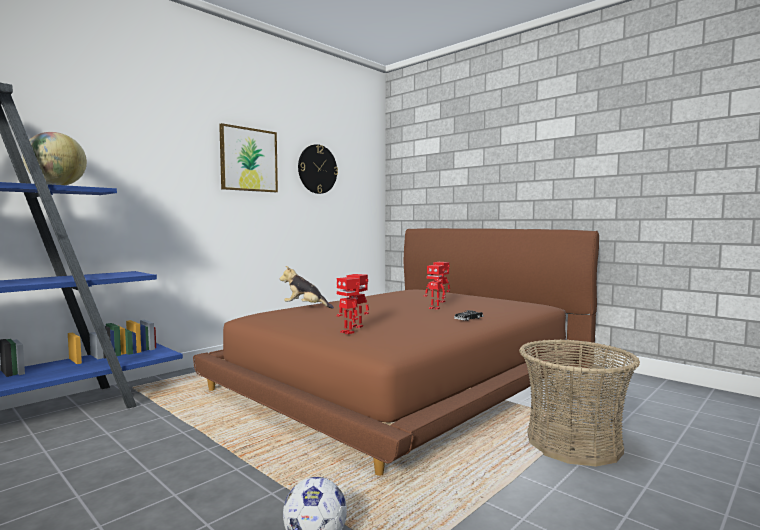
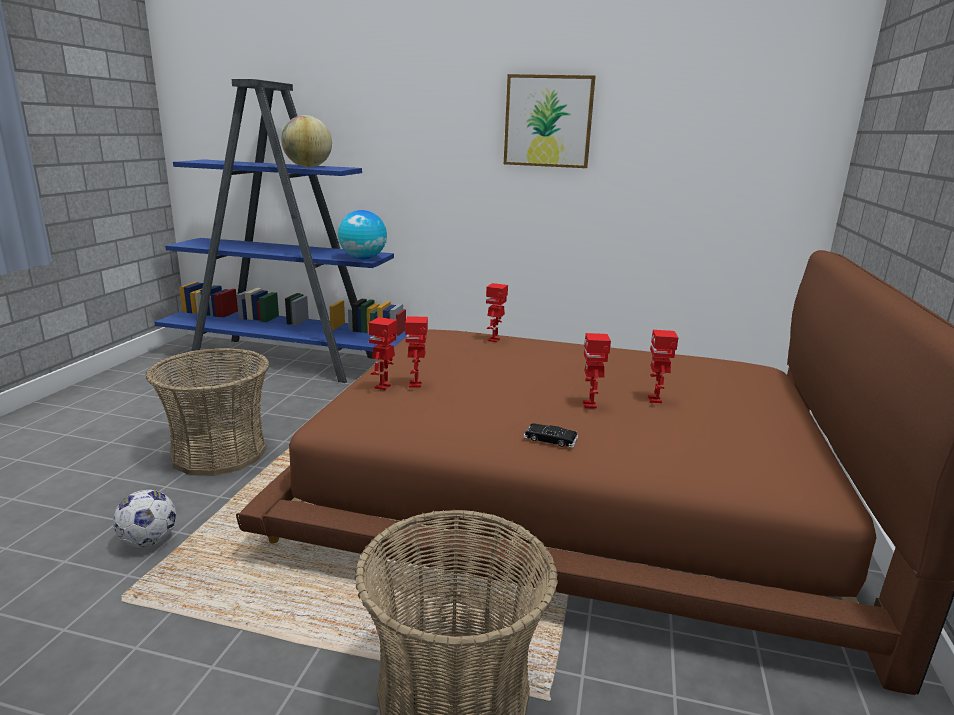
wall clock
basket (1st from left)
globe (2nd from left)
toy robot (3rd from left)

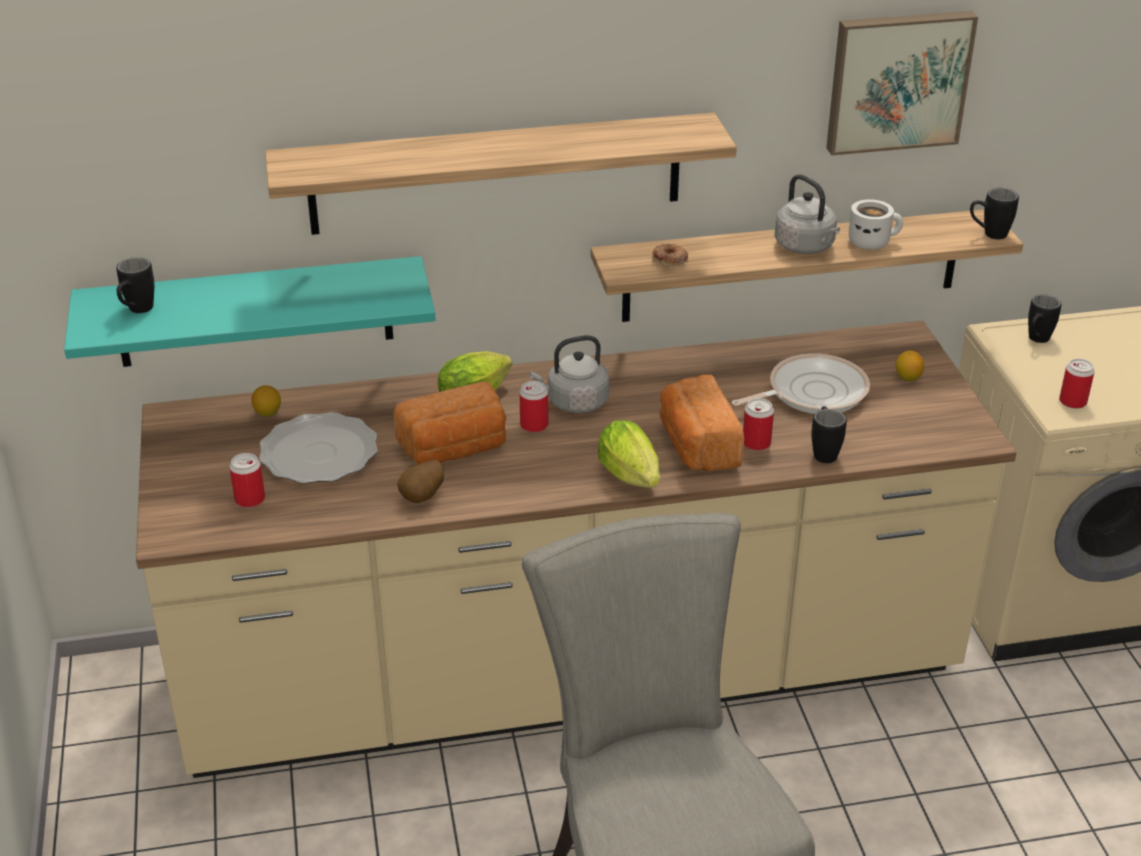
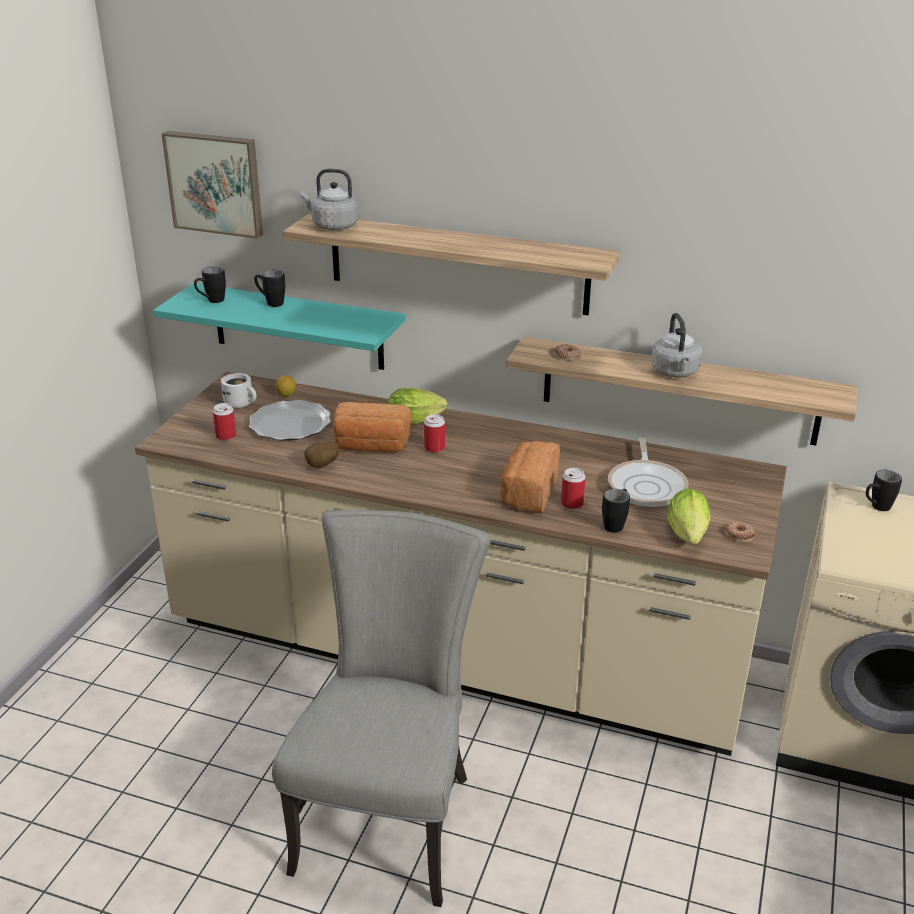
lemon (2nd from left in the first image)
can (4th from left in the first image)
donut (2nd from left)
kettle in grey (1st from left)
lettuce (2nd from left)
picture
mug in white
mug in black (2nd from left)
frying pan

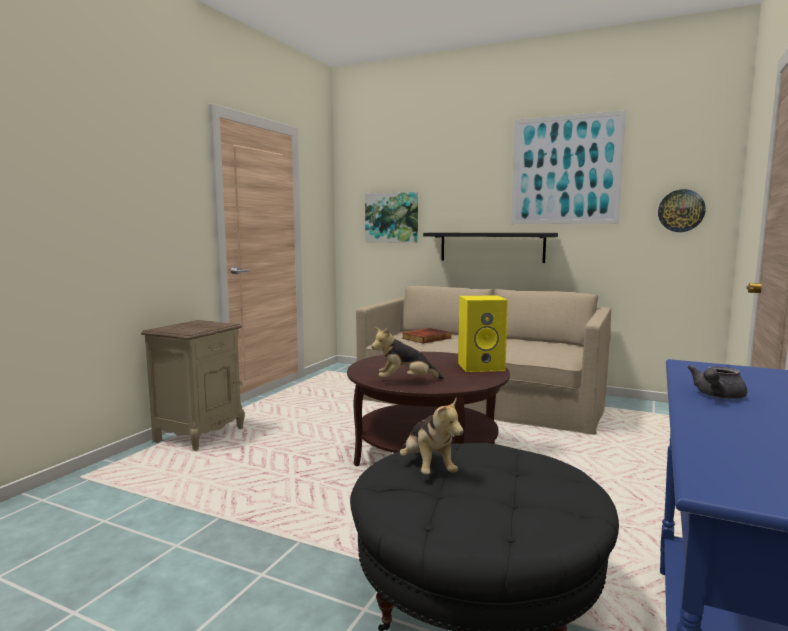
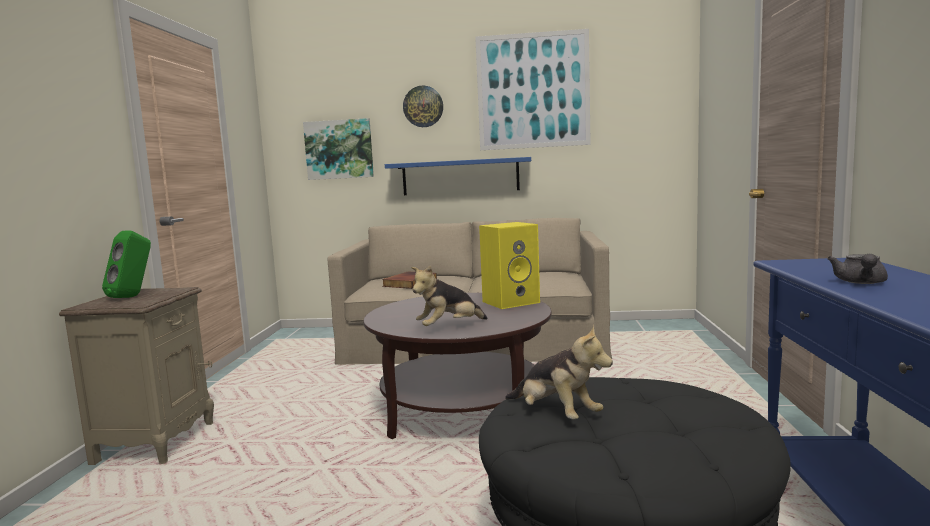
speaker in green
wall clock
shelf in blue

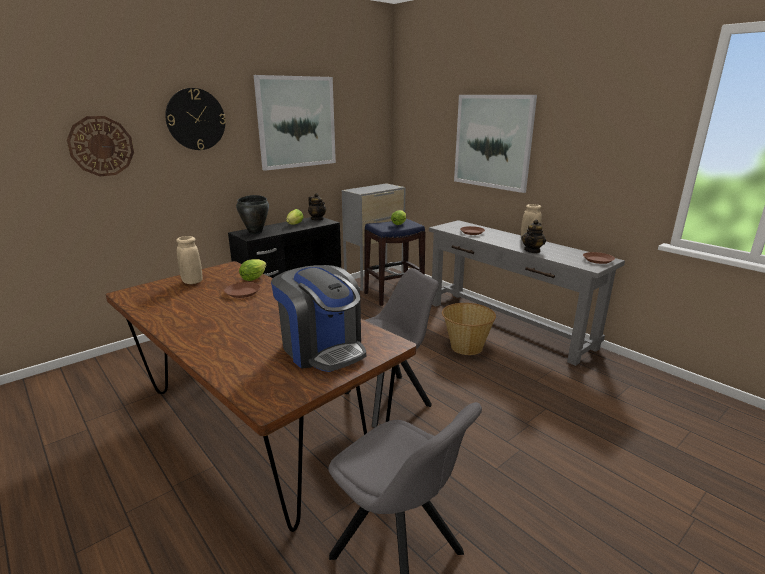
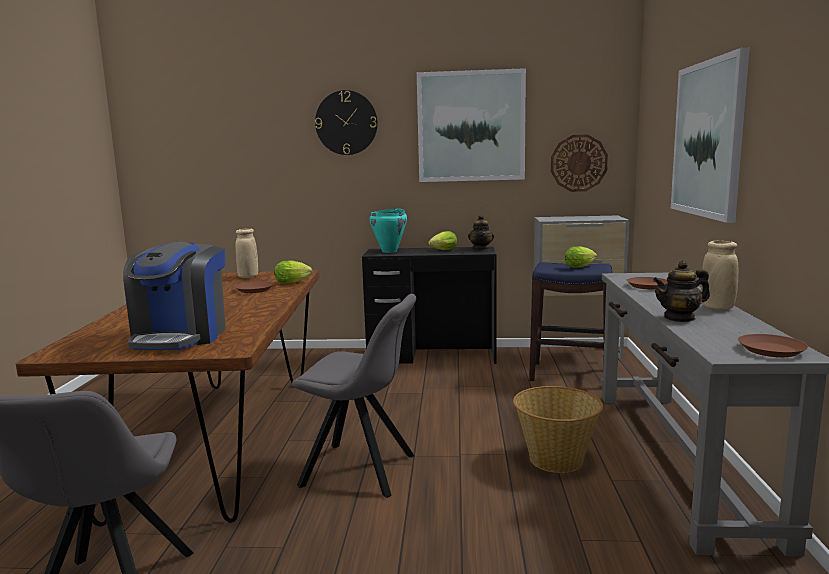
wall clock (2nd from left)
cooking pot in turquoise

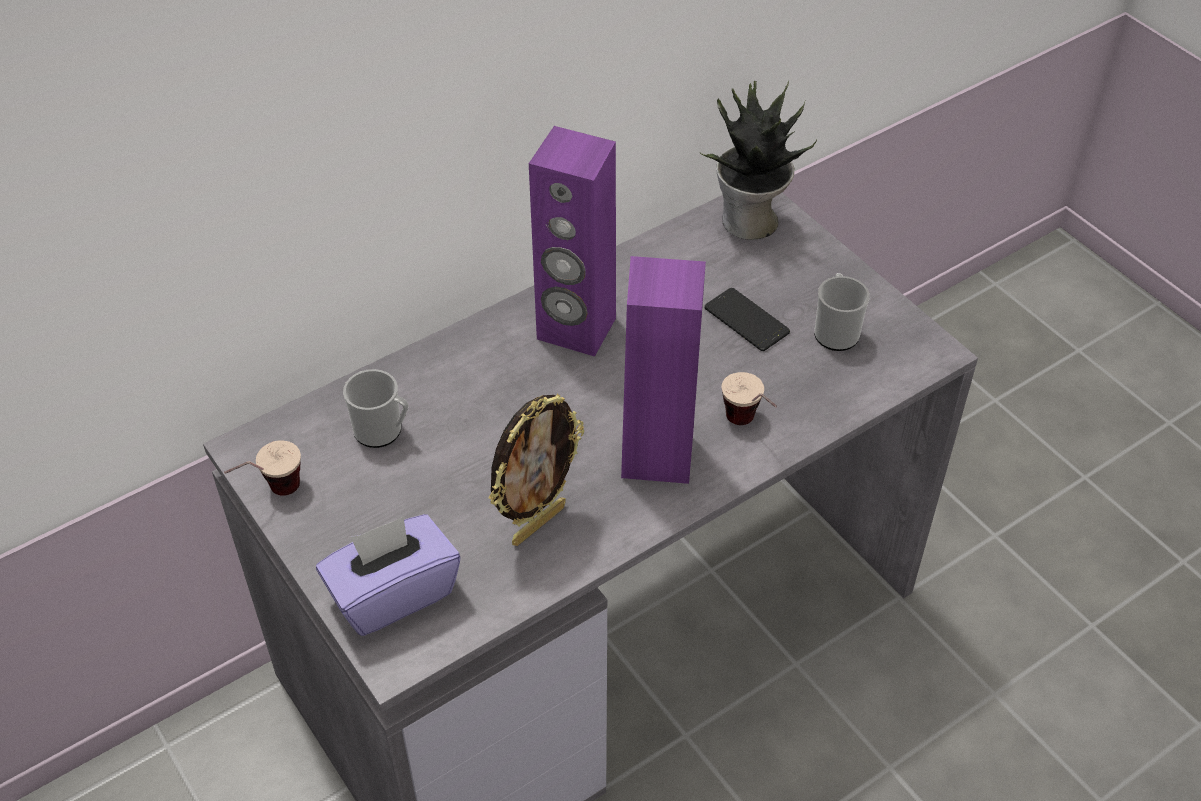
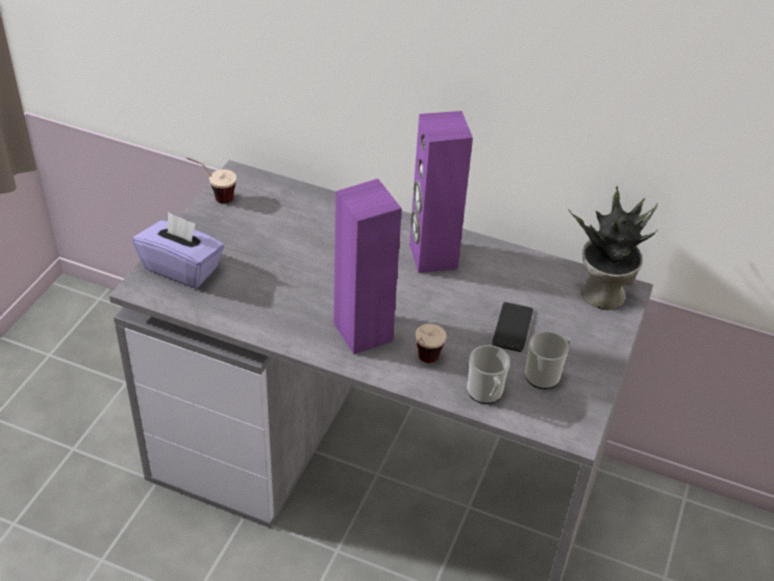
picture frame
mug (1st from left)

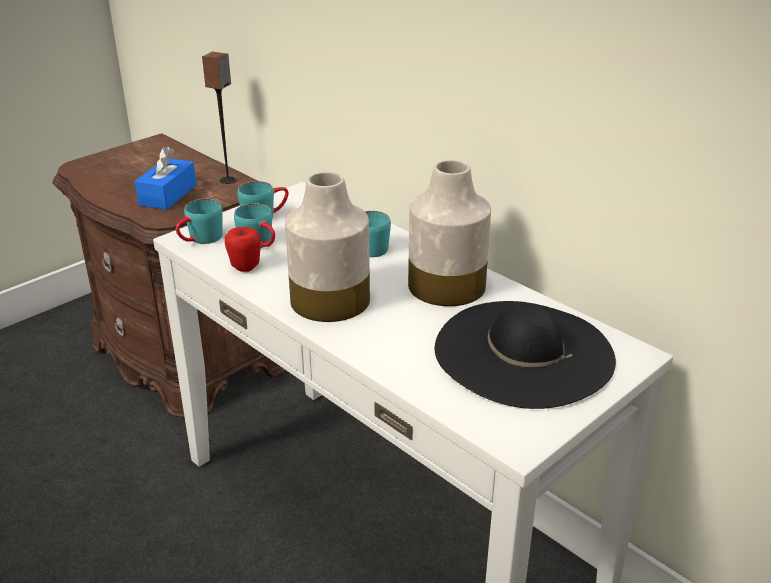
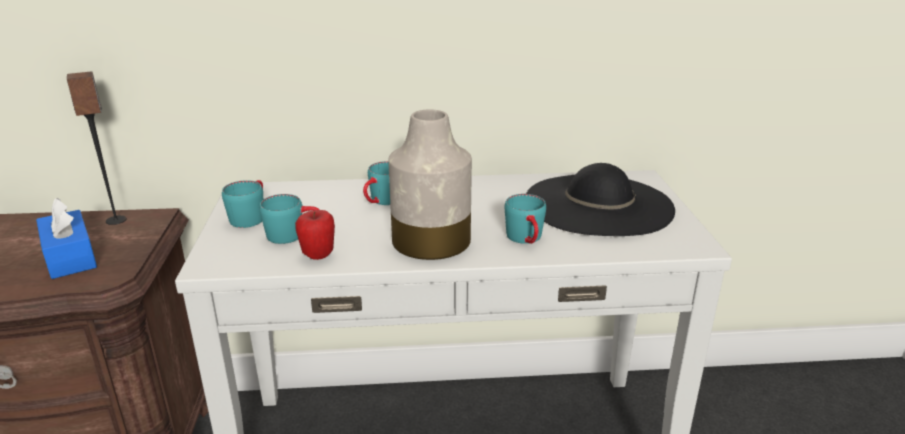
vase in beige (2nd from left in the first image)
mug in turquoise (4th from left)

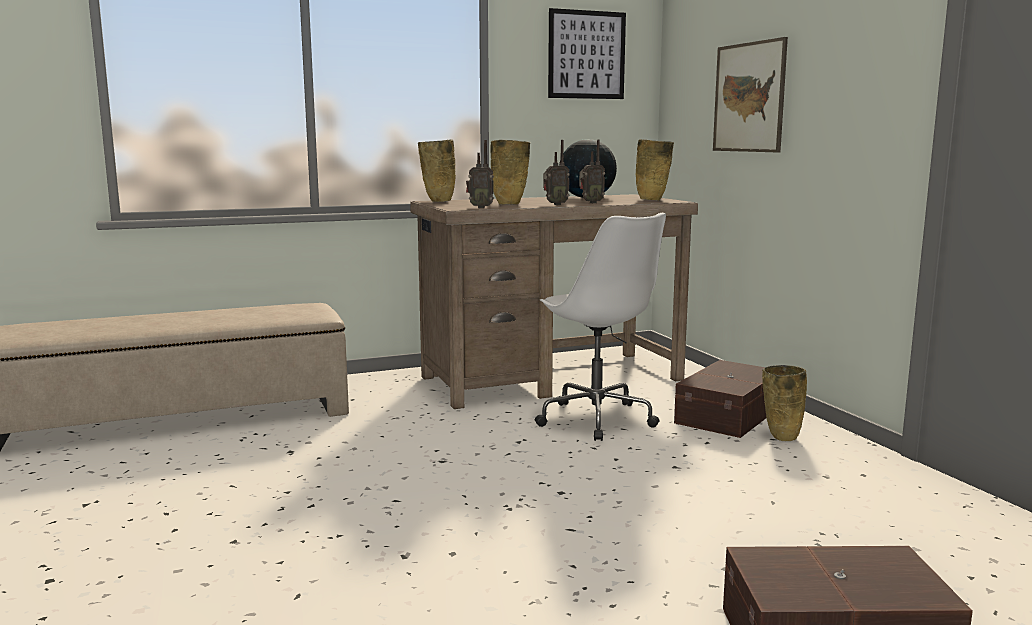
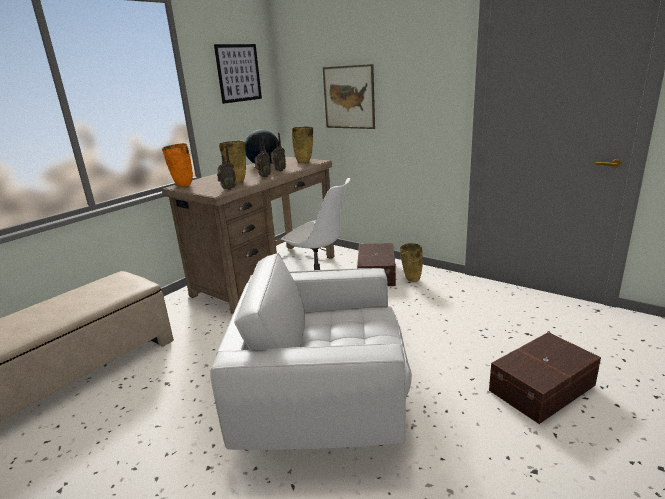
armchair in white
vase in orange

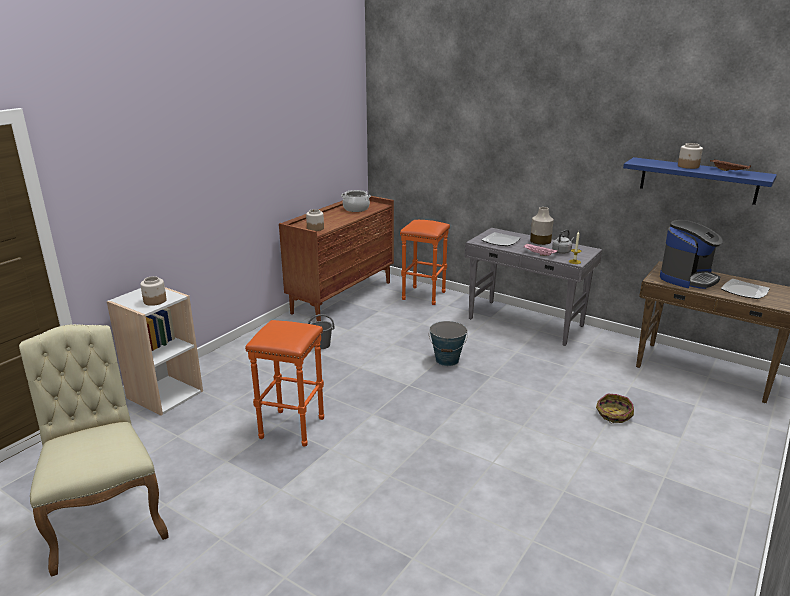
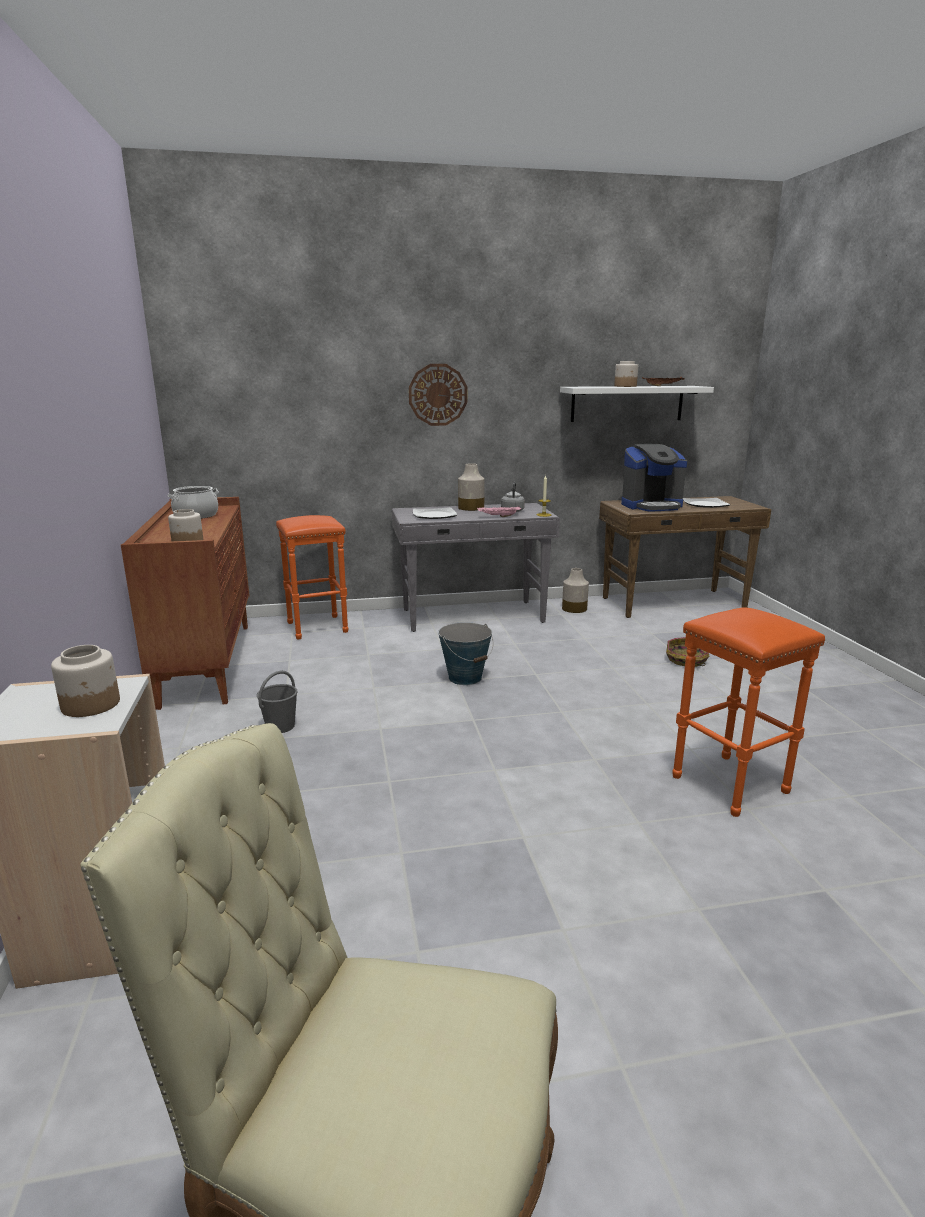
wall clock
vase in beige (2nd from left)
stool in orange (2nd from left)
shelf in white
coffee machine

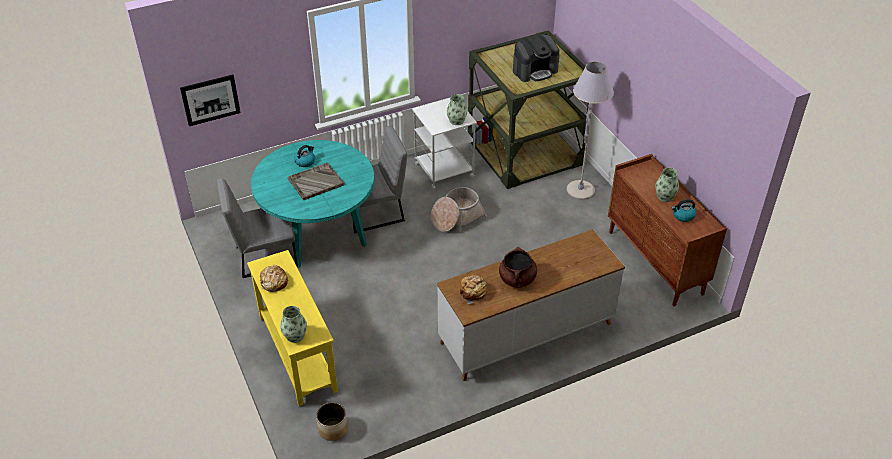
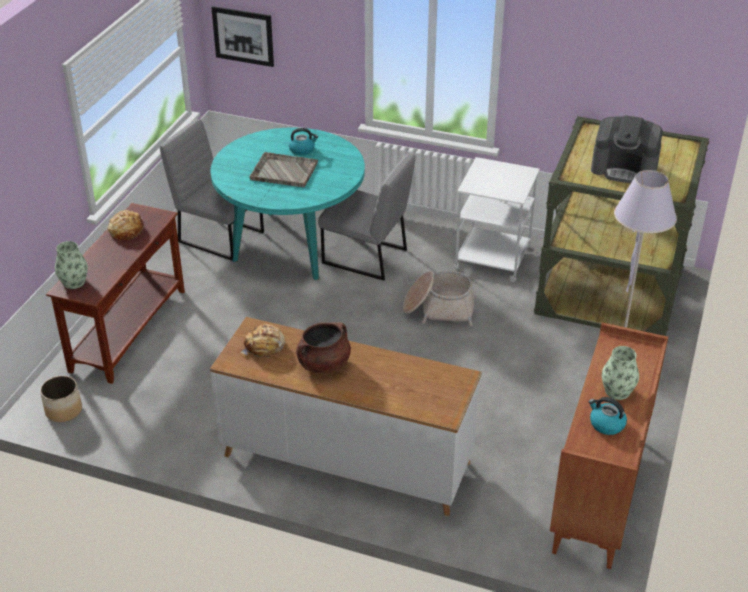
vase (2nd from left in the first image)
console table in brown

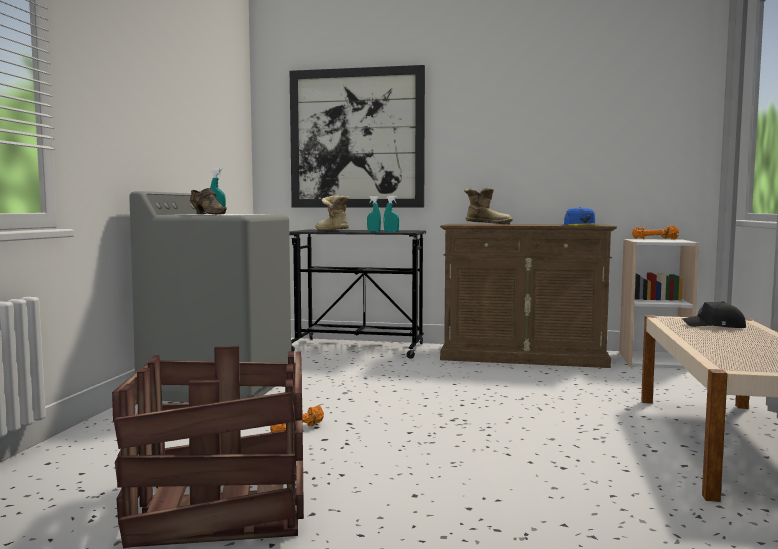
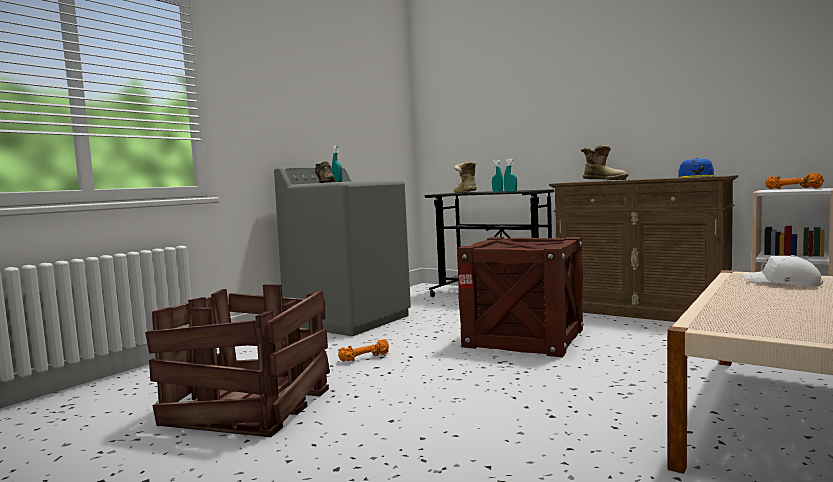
picture
crate (2nd from left)
cap in white

